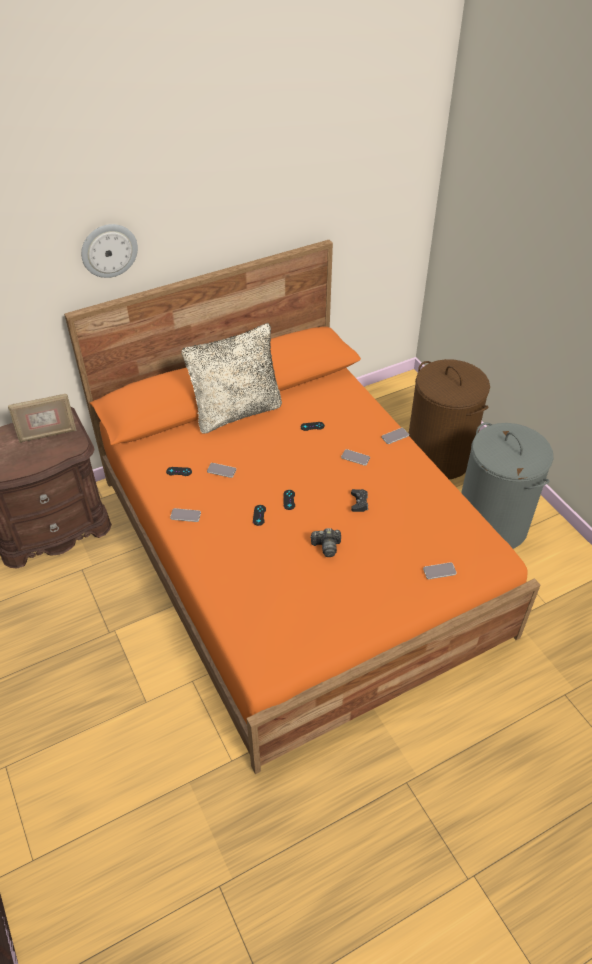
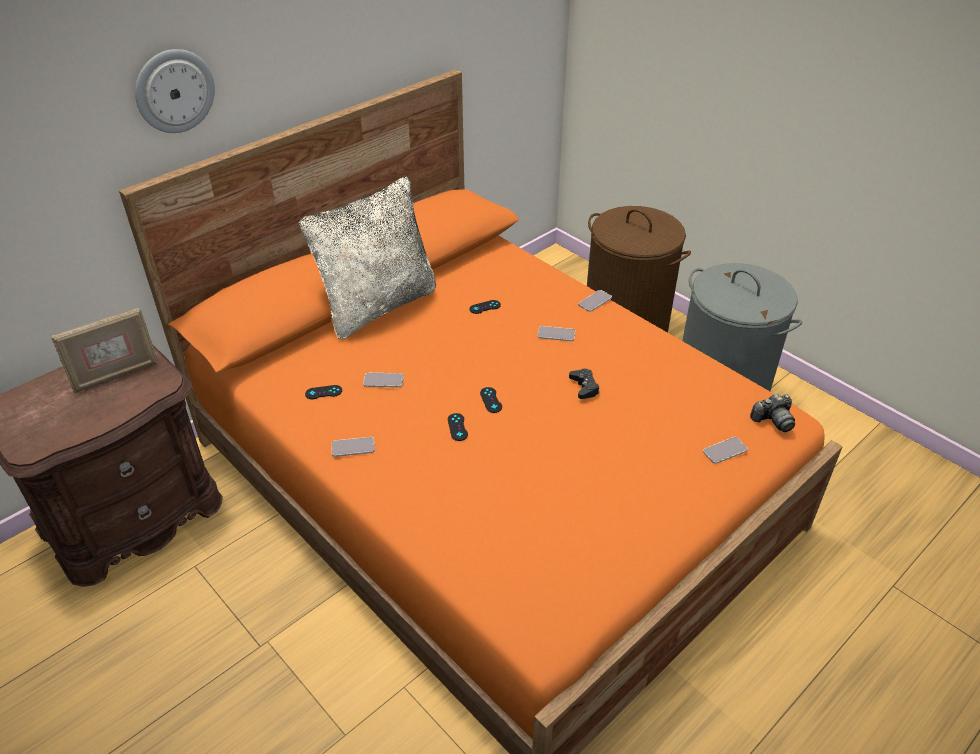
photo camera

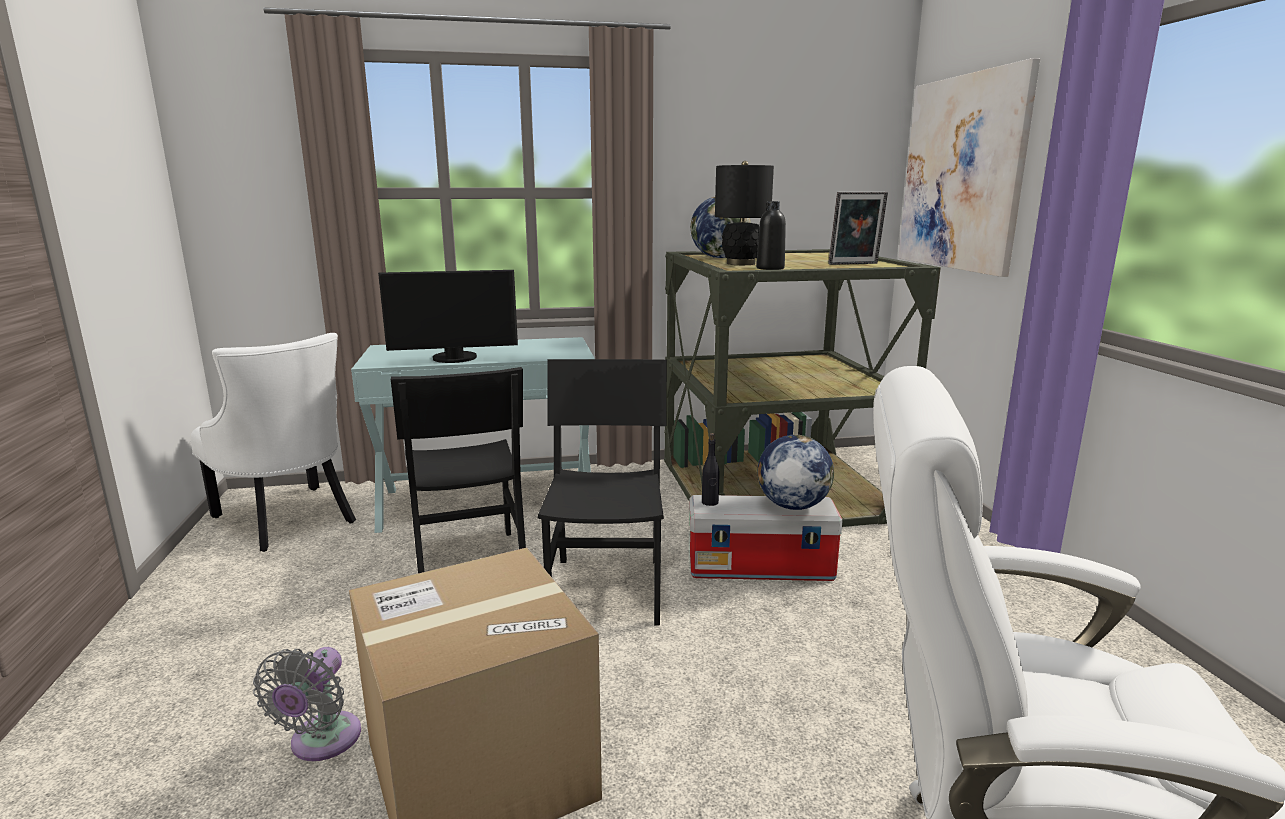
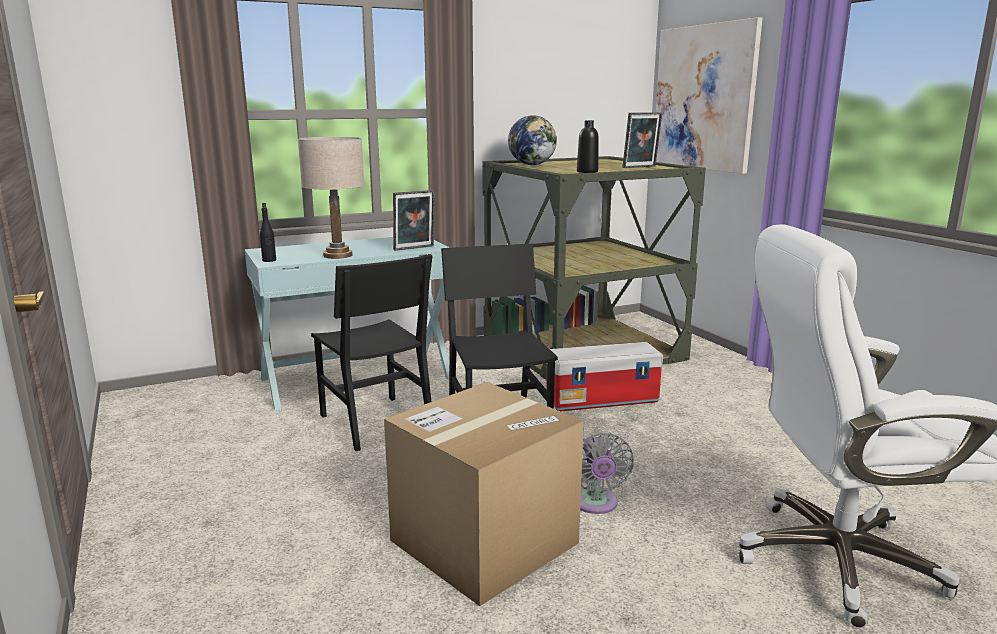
chair in white
table lamp in black
globe (2nd from left in the first image)
picture frame (1st from left)
fan in grey
bottle in black (1st from left)
table lamp in beige

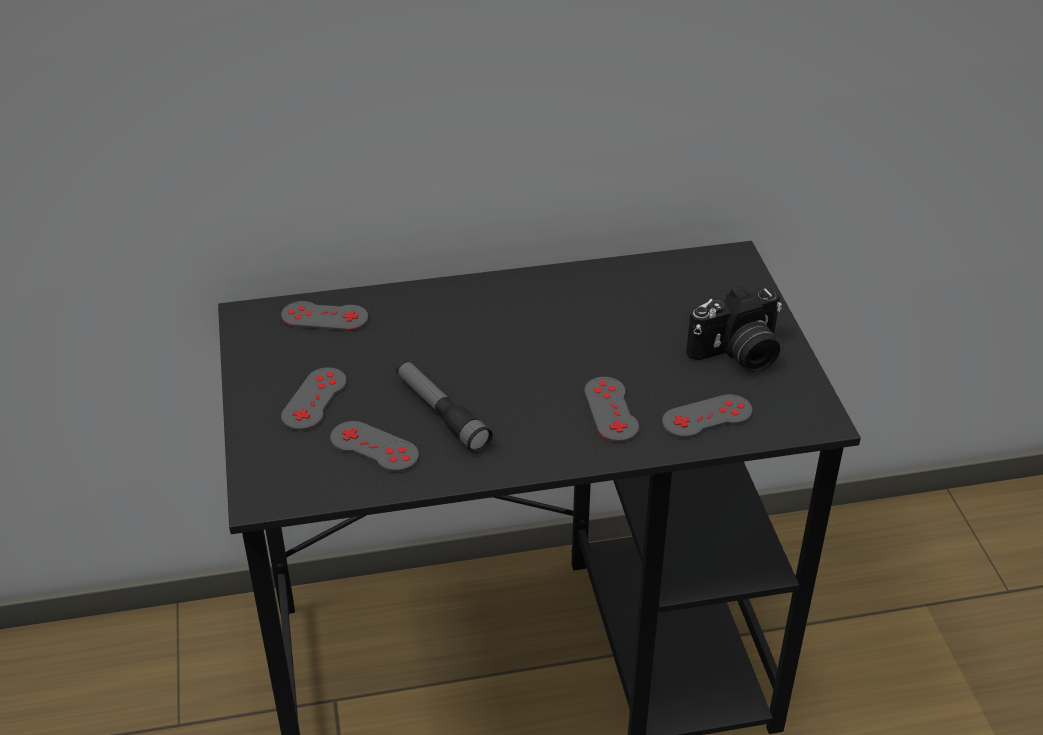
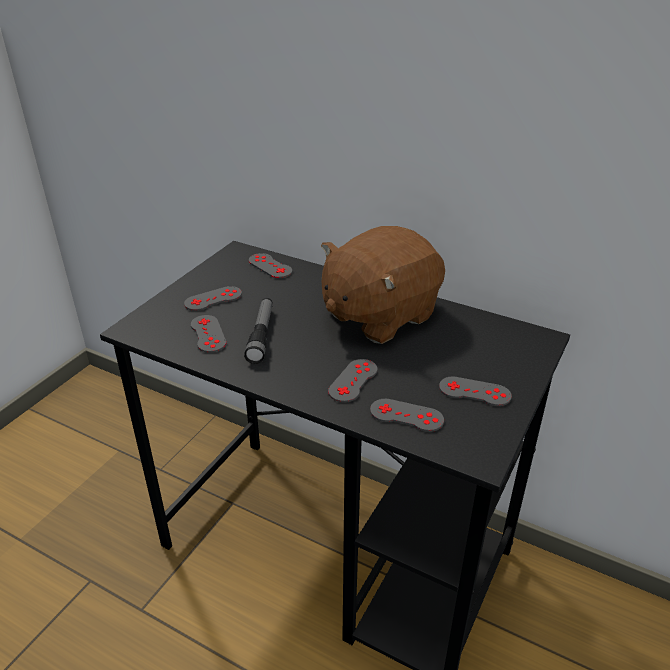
plush toy in brown
game controller in grey (6th from left)

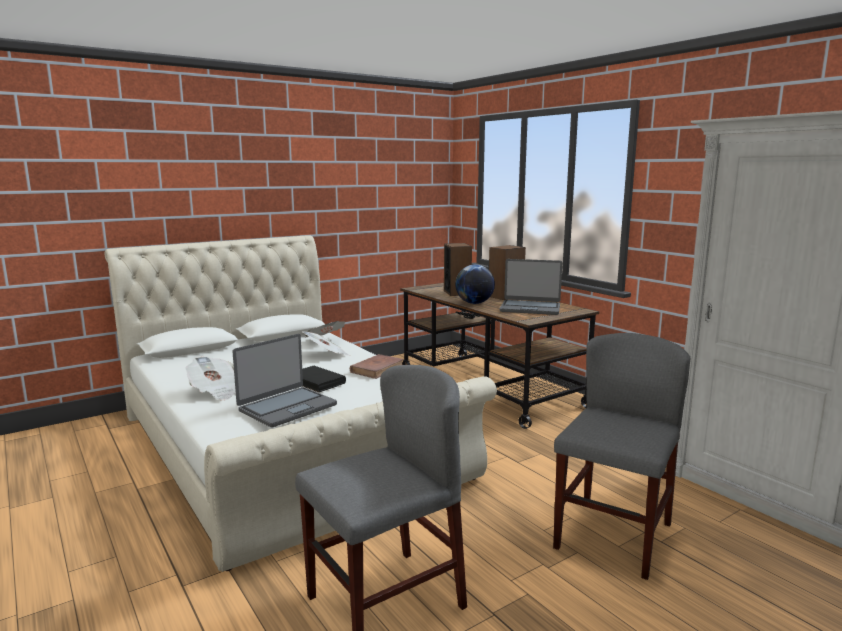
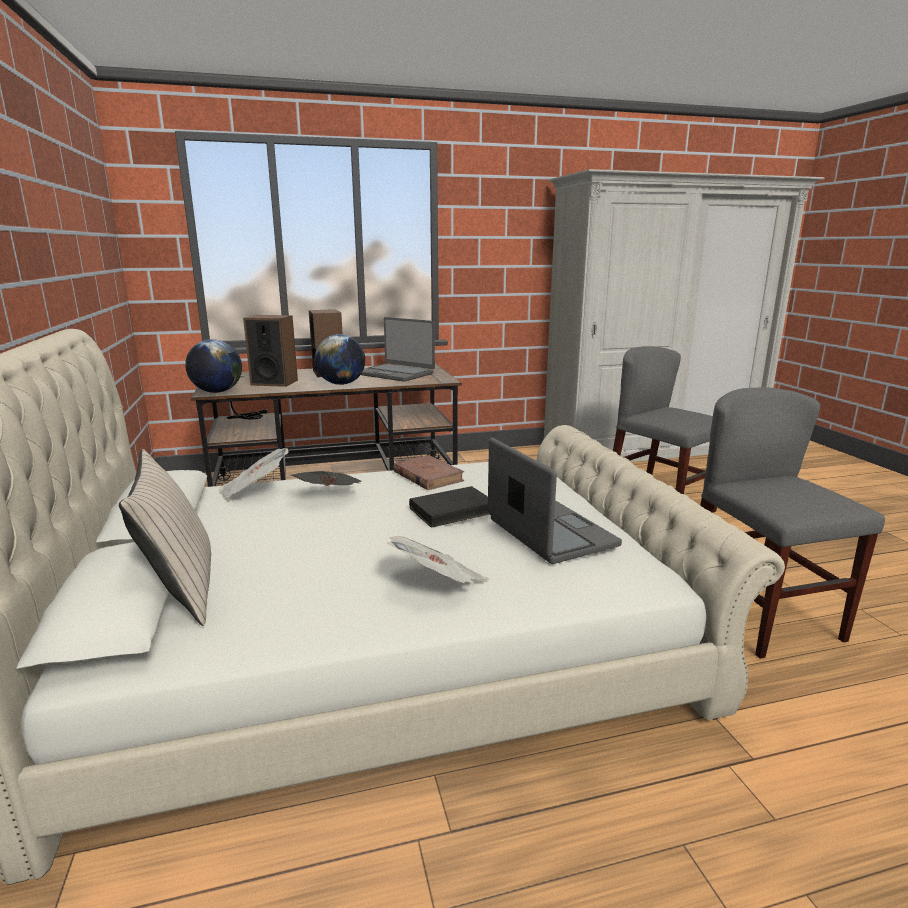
pillow in beige
globe (1st from left)
laptop (1st from left)

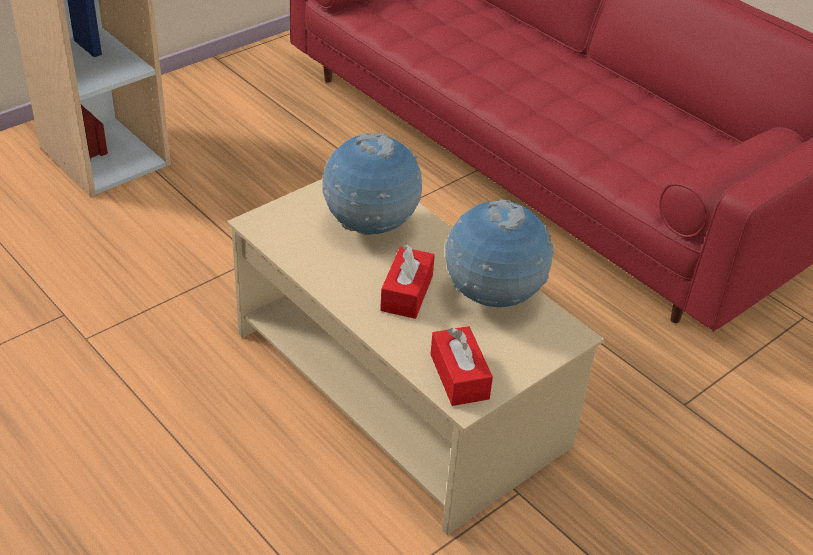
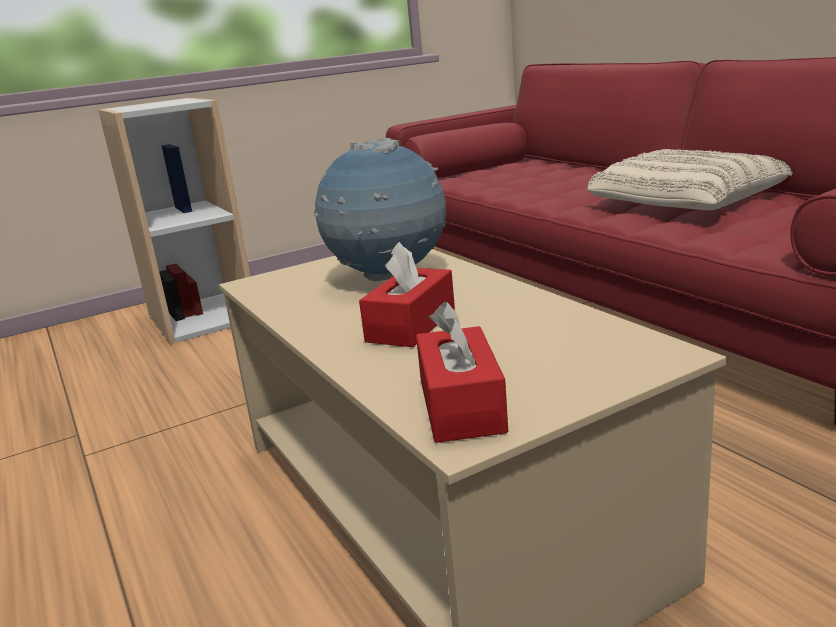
globe (2nd from left in the first image)
pillow in beige

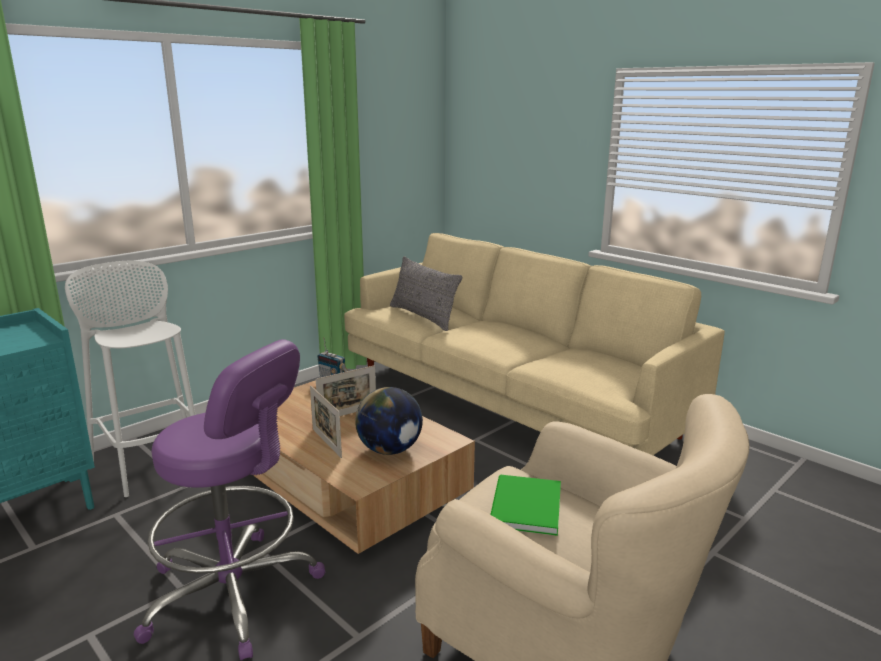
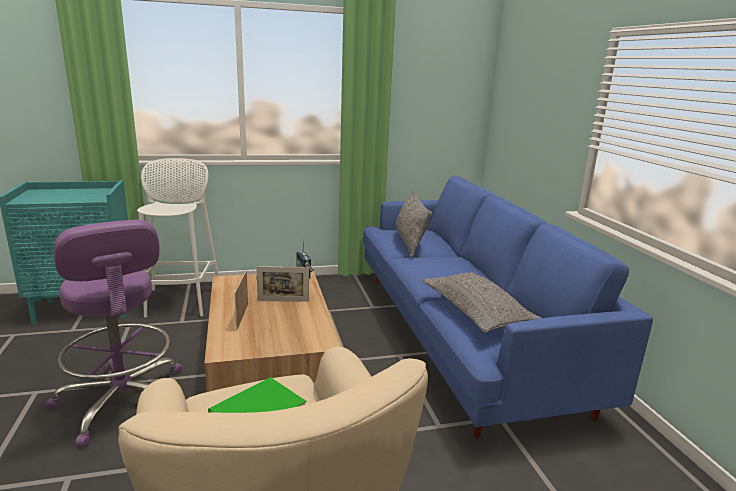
globe
pillow in grey (2nd from left)
sofa in blue

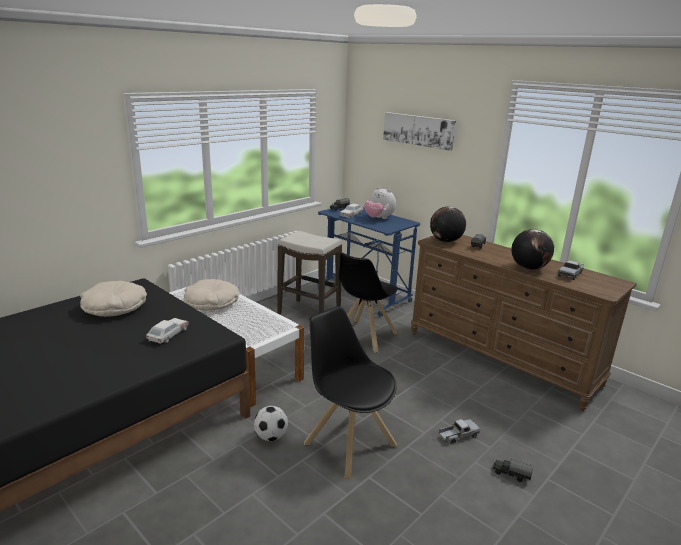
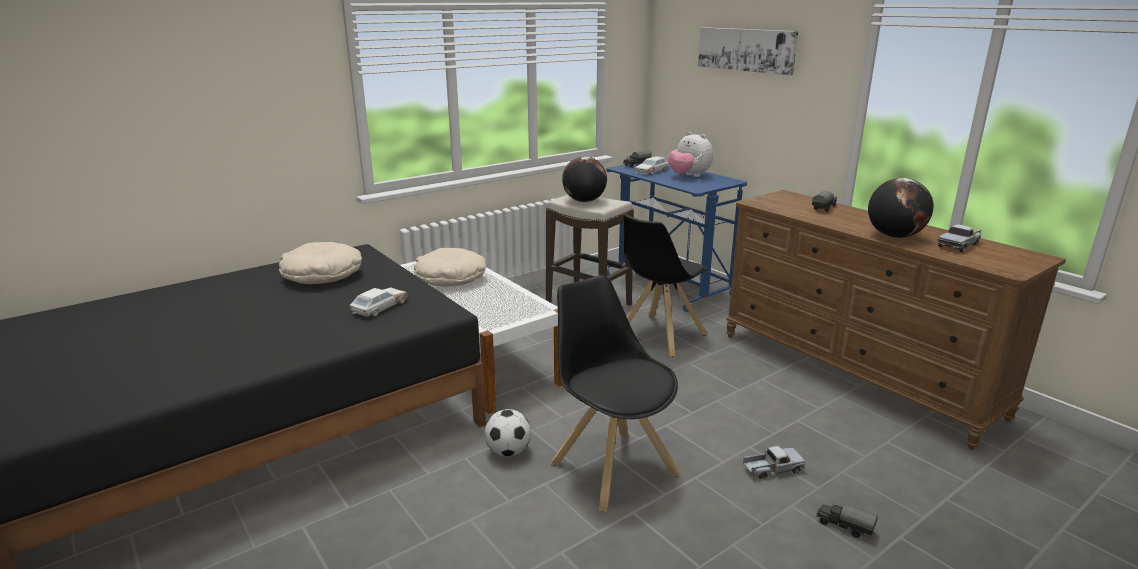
globe (1st from left)

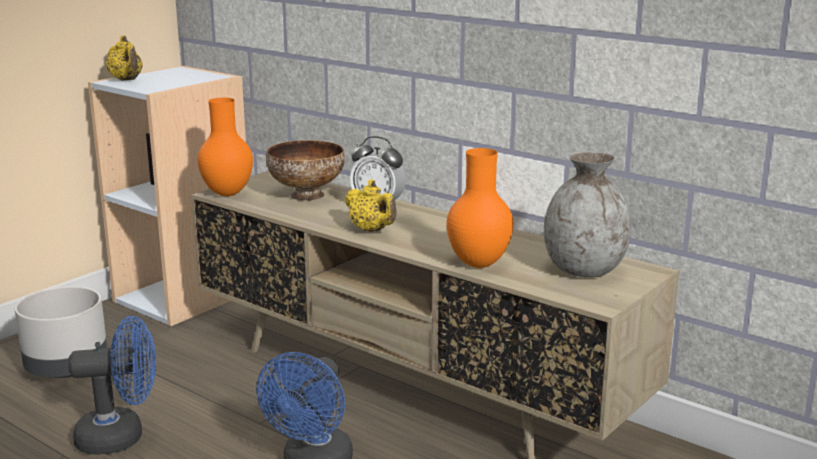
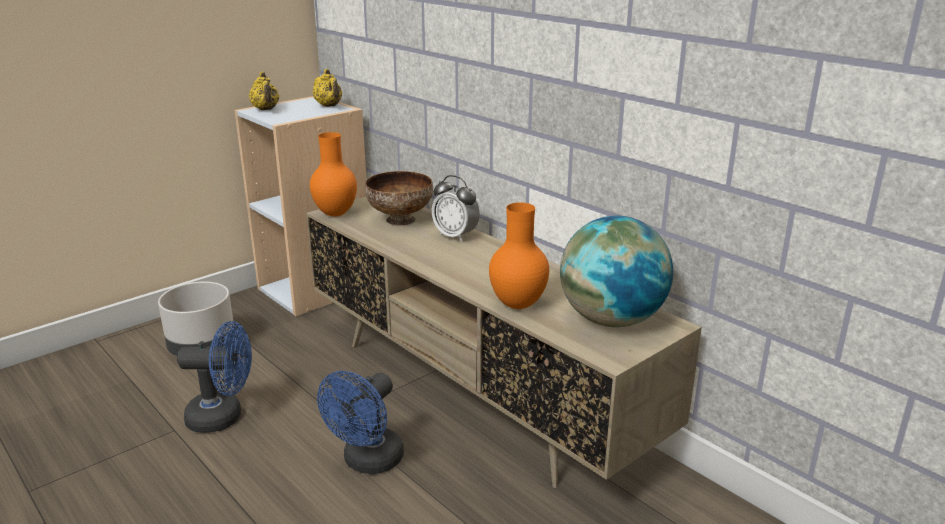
teapot in yellow (2nd from left)
globe

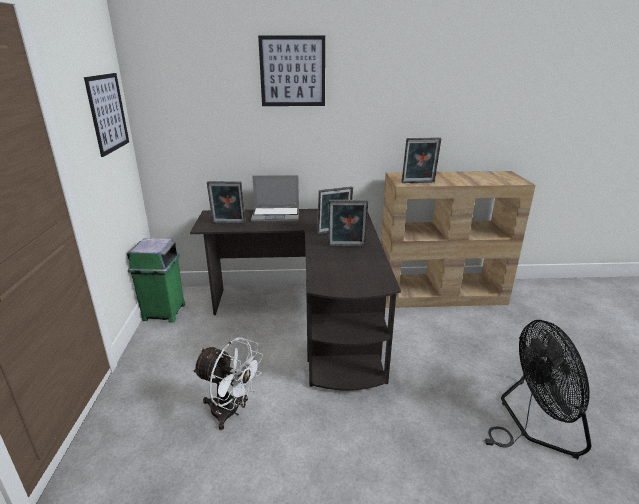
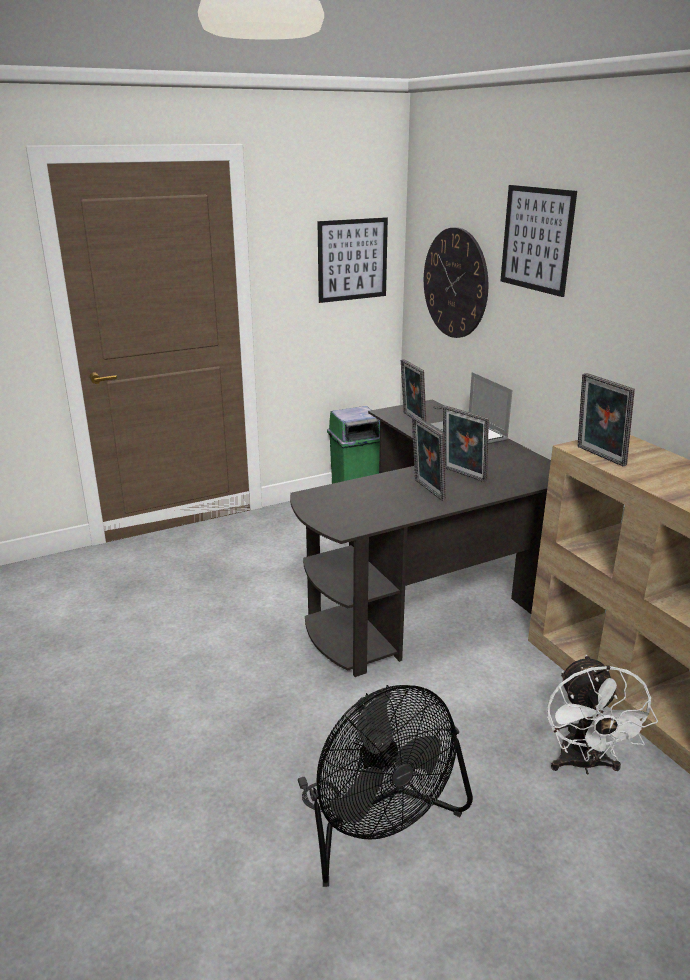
wall clock
fan in white

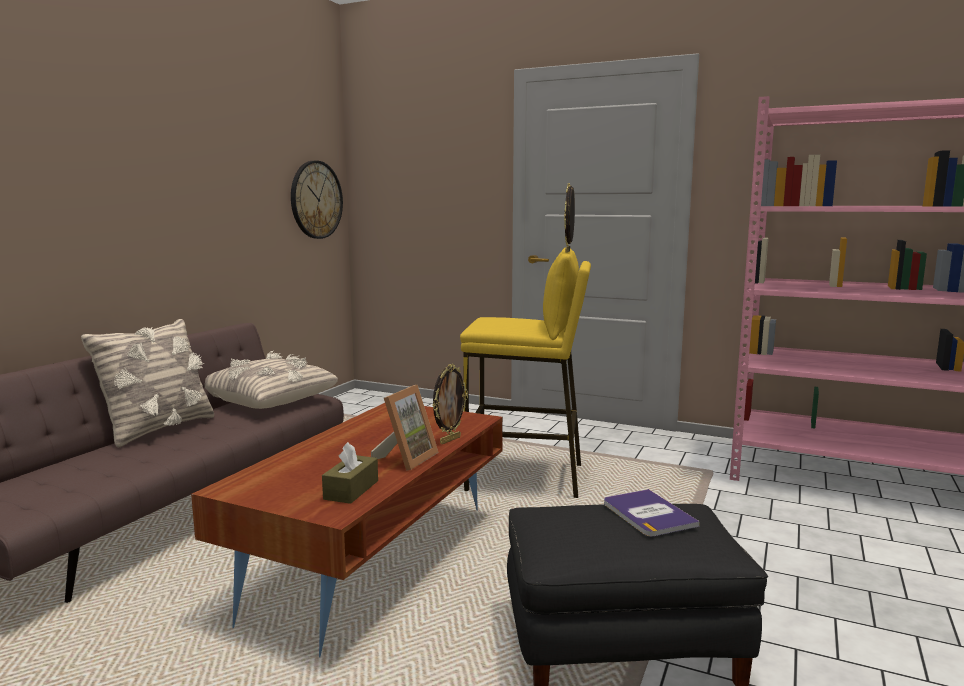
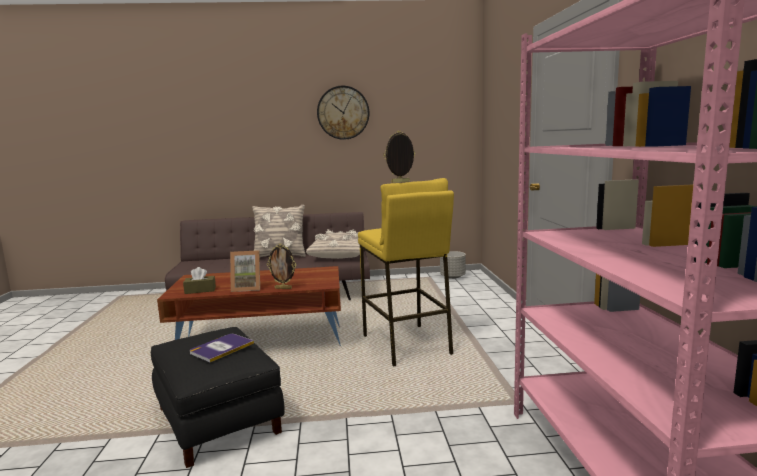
planter in grey
wall clock

